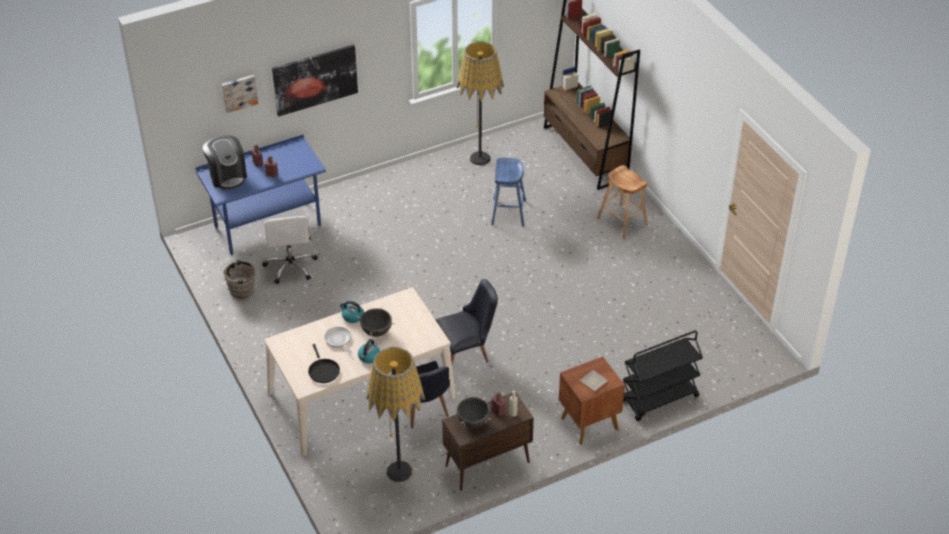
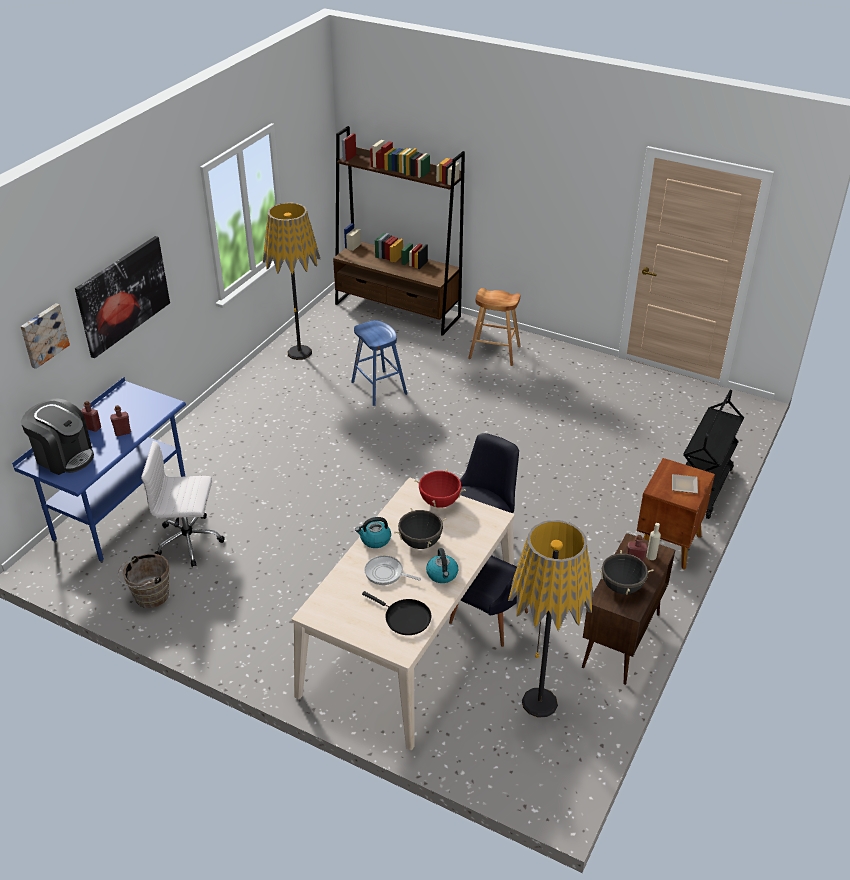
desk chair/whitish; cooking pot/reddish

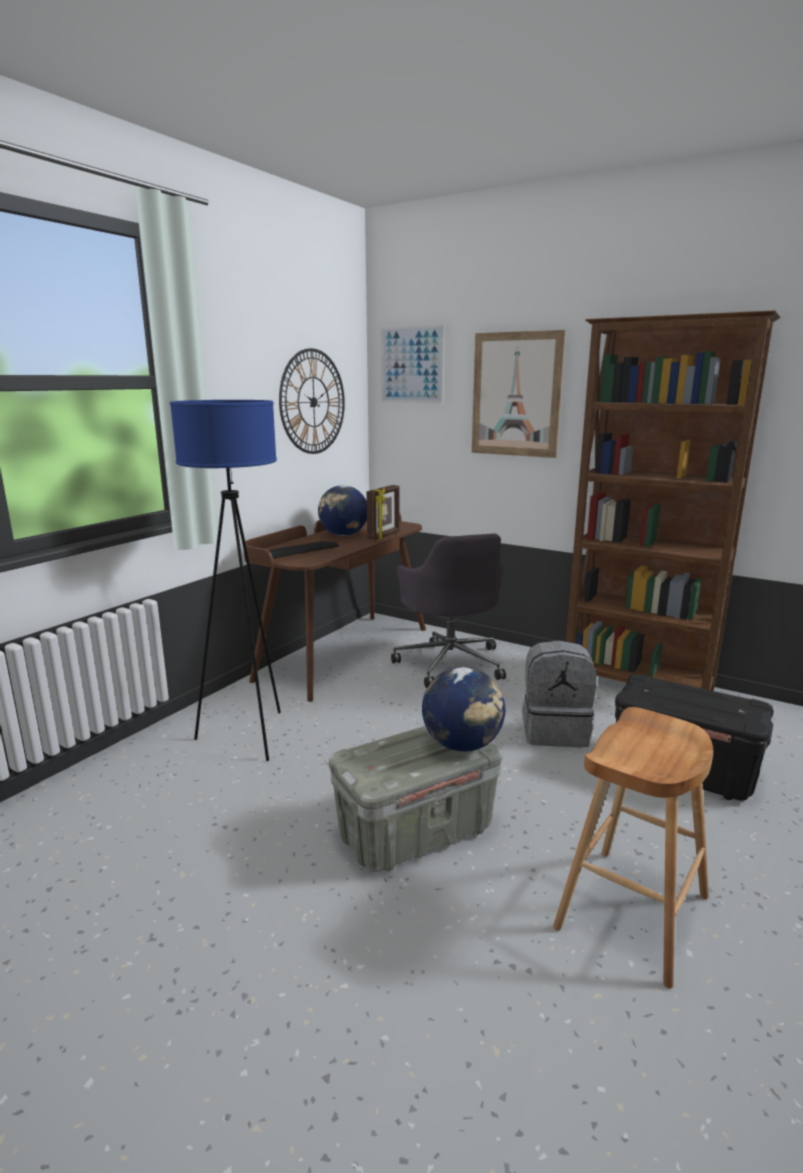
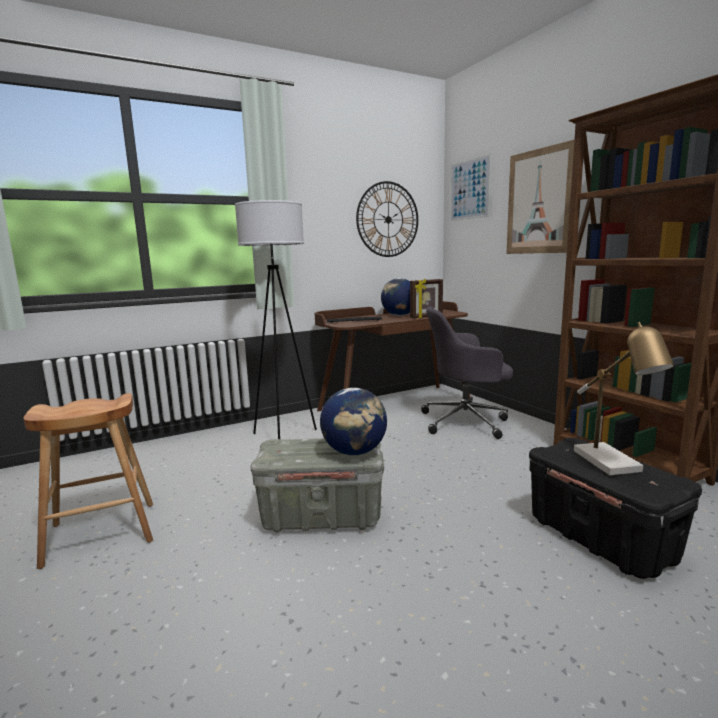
stool seat/brown-coloured; standing lamp/whitish; desk chair/greyish; tabletop lamp; rucksack/greyish

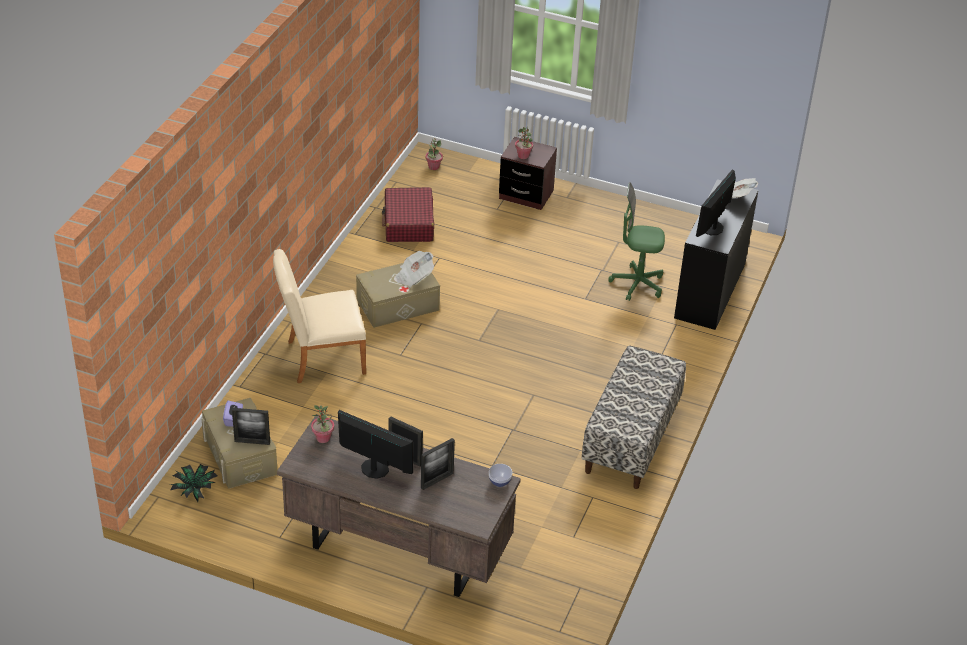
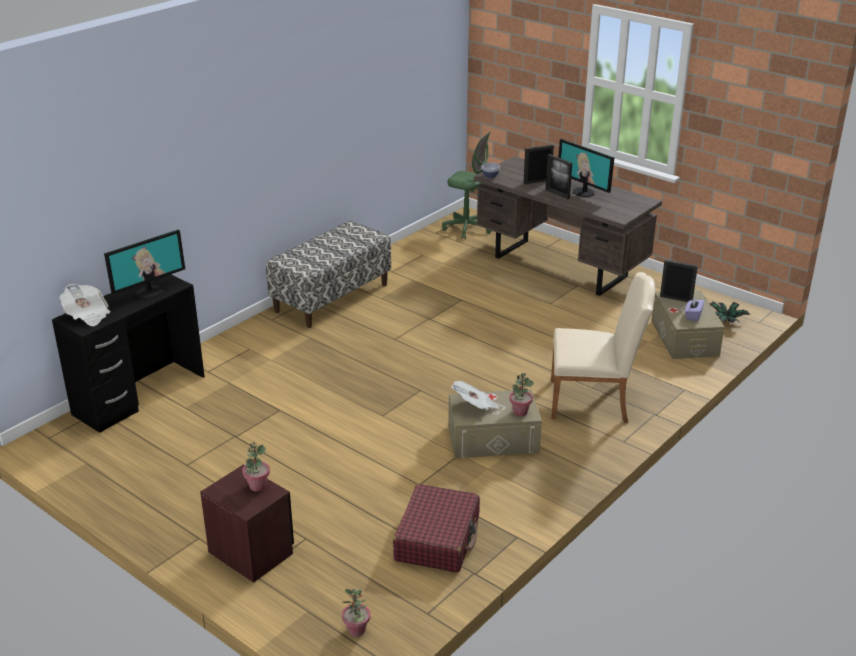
desk chair/green; potted plant (no. 3 from left)

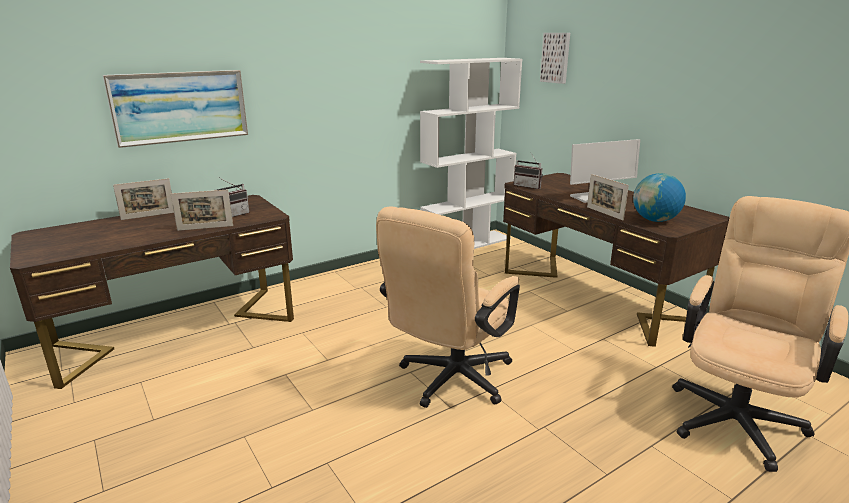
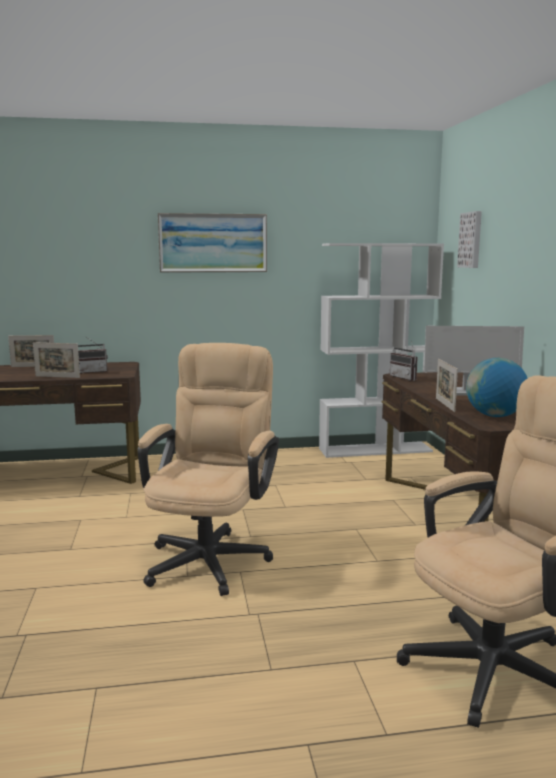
desk chair/beige (no. 1 from left); picture (no. 1 from left)

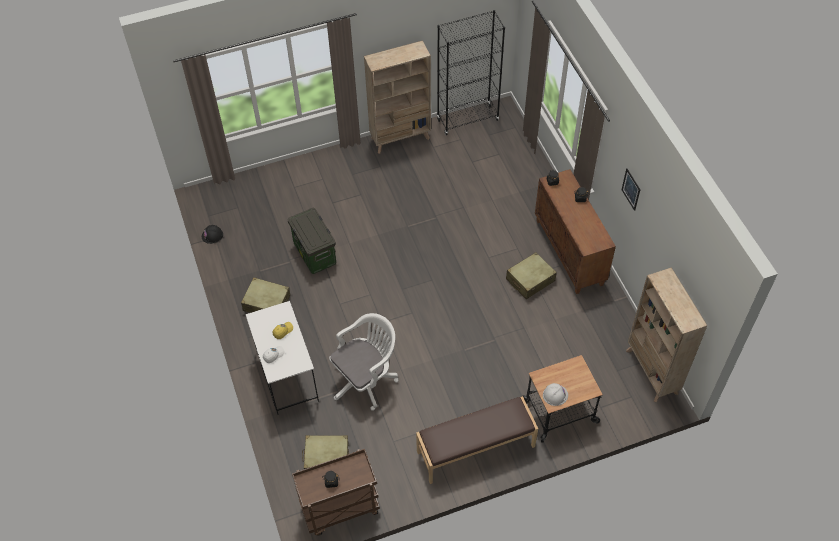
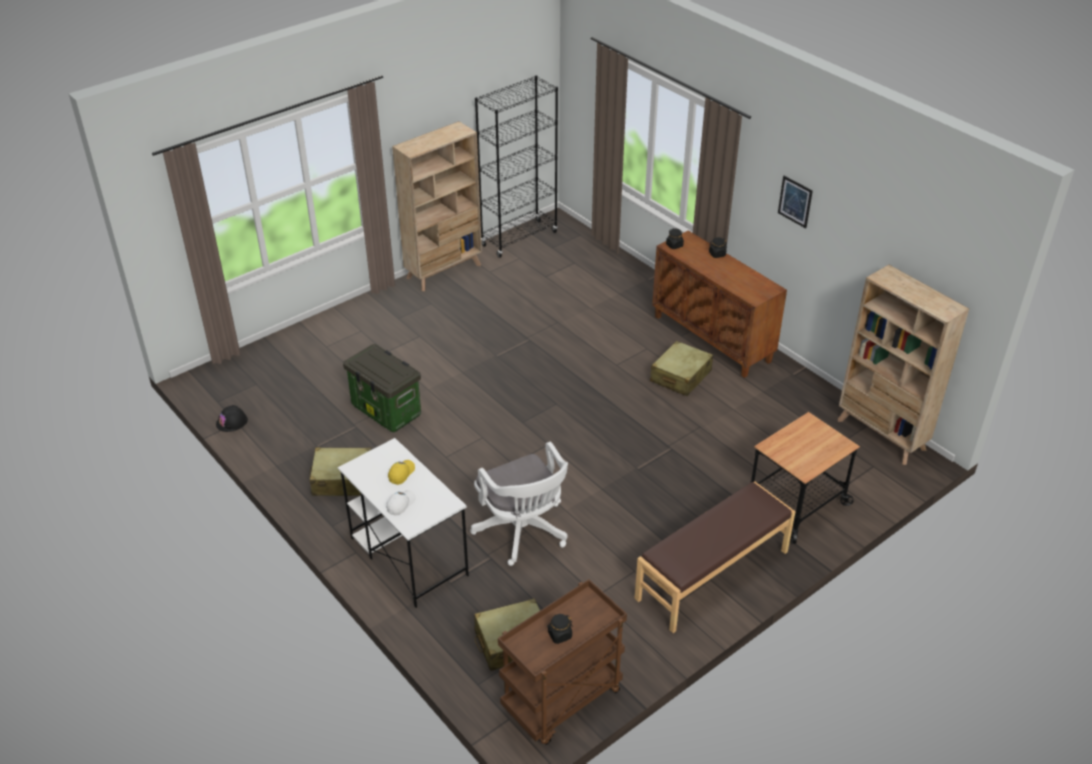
desk chair/whitish; work helmet/whitish

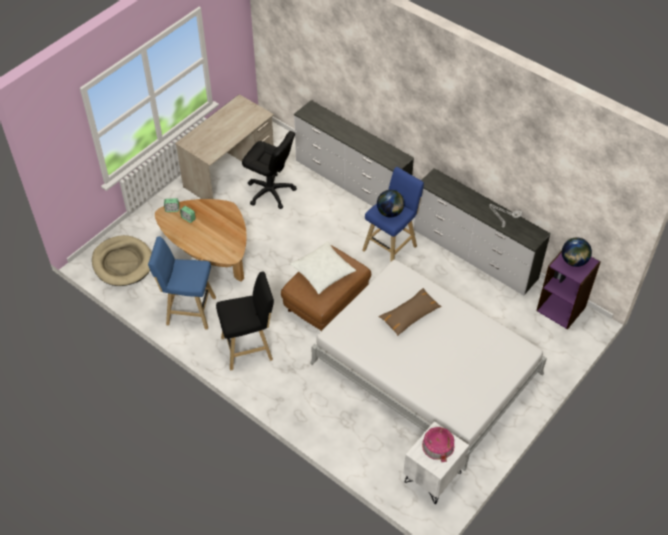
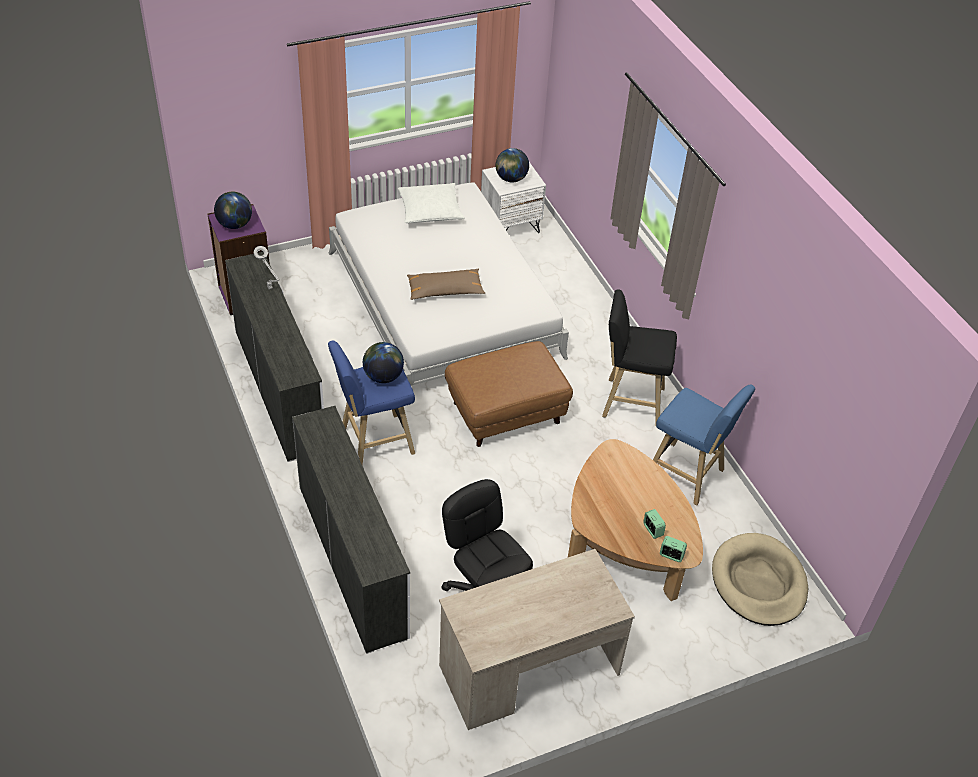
cushion/whitish; globe (no. 3 from left)

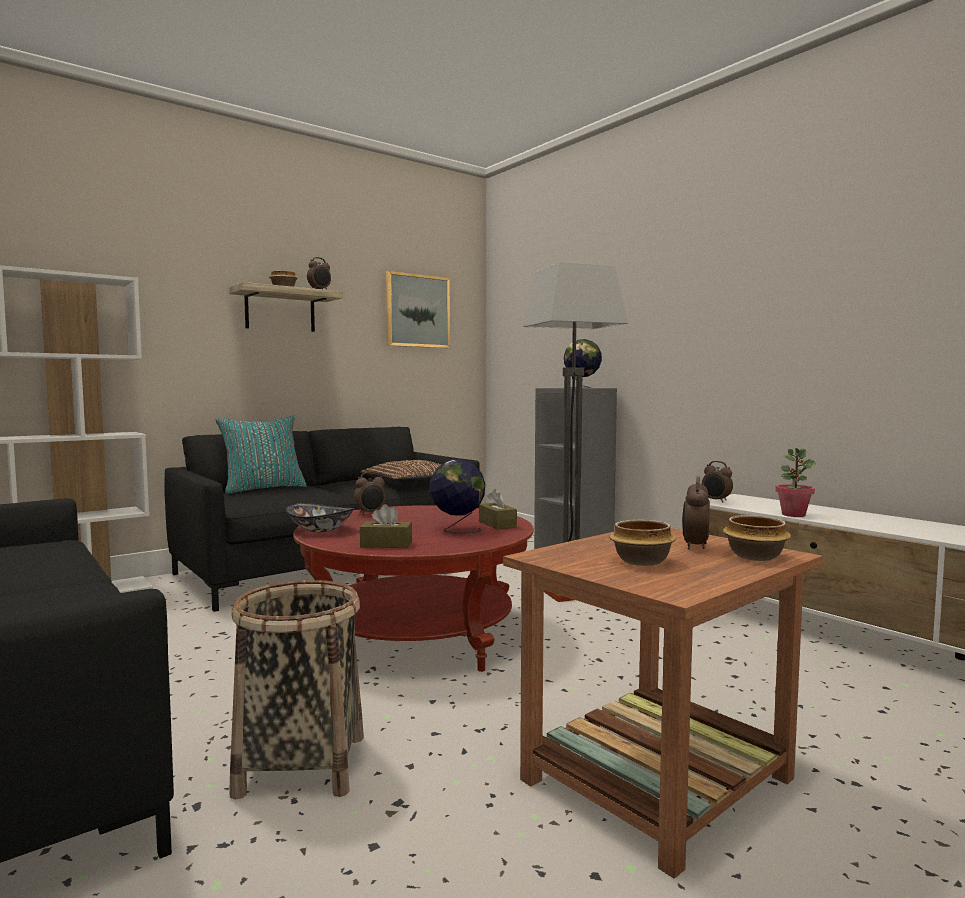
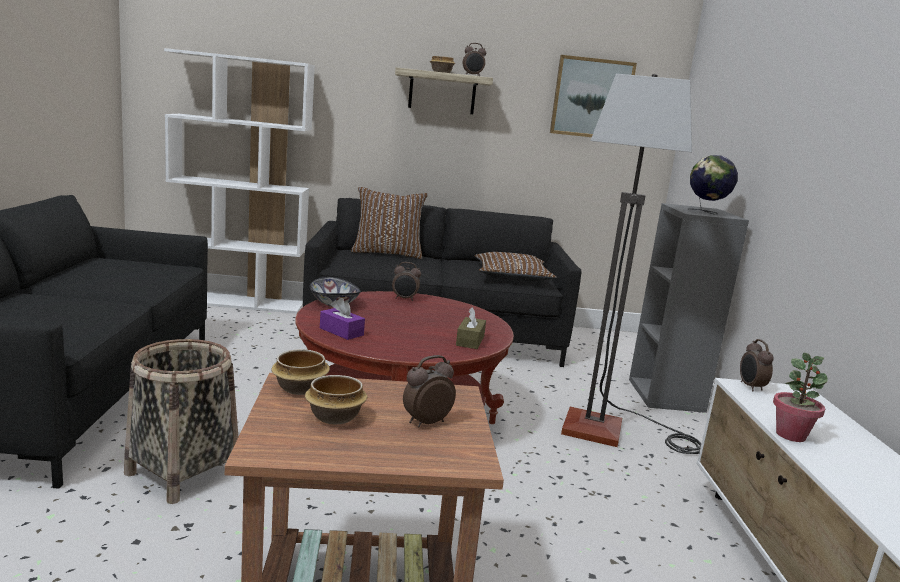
serving bowl (no. 1 from left); box of tissues/purplish; cushion/brown-coloured (no. 1 from left); globe (no. 1 from left in the first image)

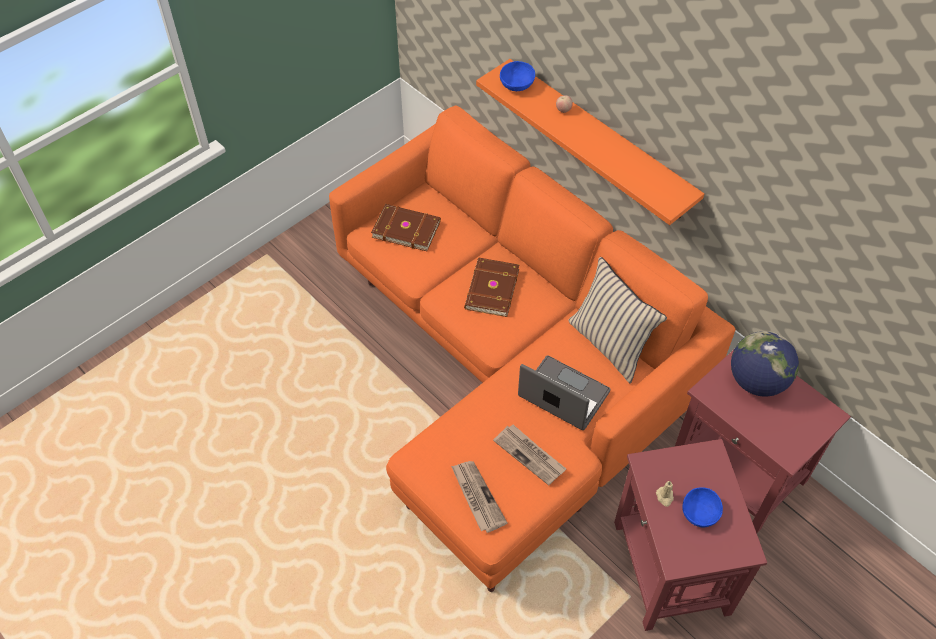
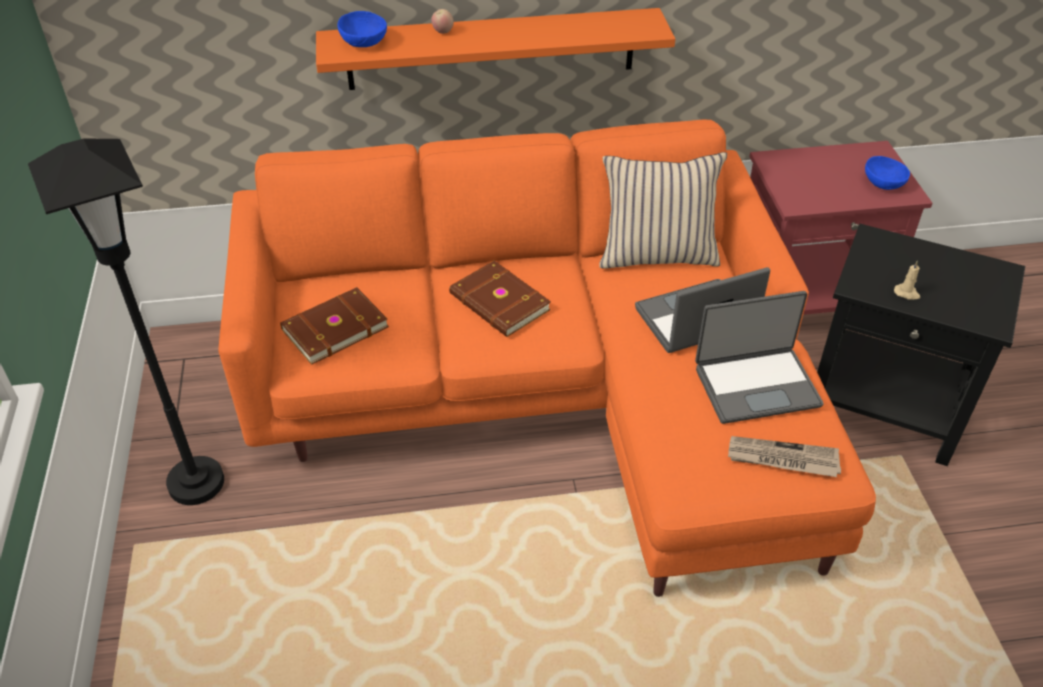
standing lamp/blackish; notebook computer (no. 2 from left); accent table/blackish; serving bowl/bluish (no. 2 from left); globe

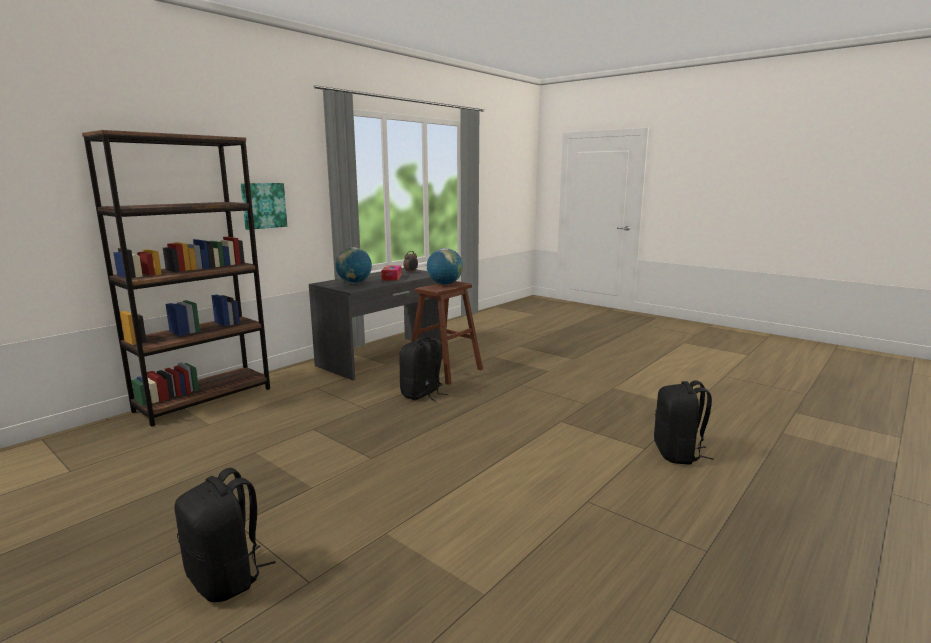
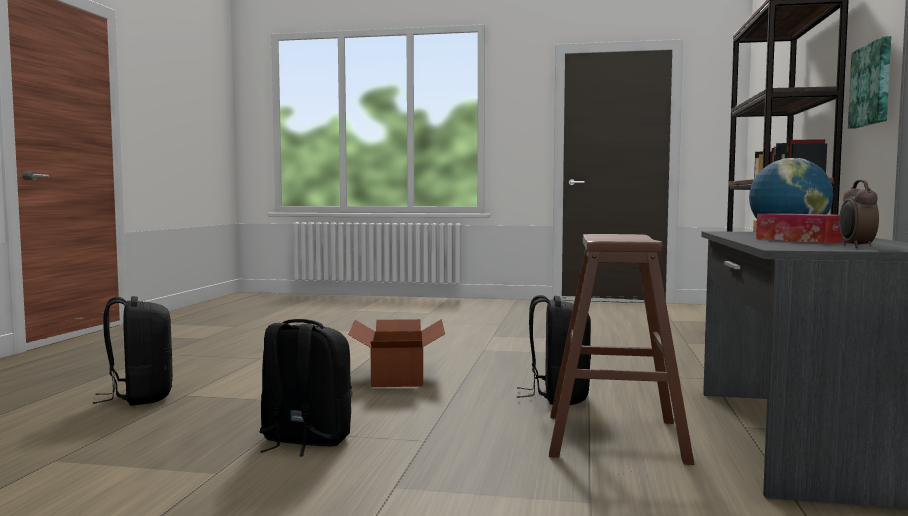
rucksack/blackish (no. 2 from left); carton; globe (no. 2 from left in the first image)

